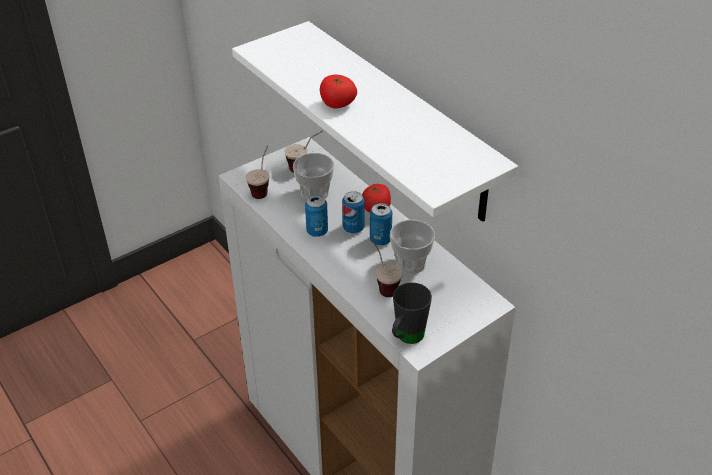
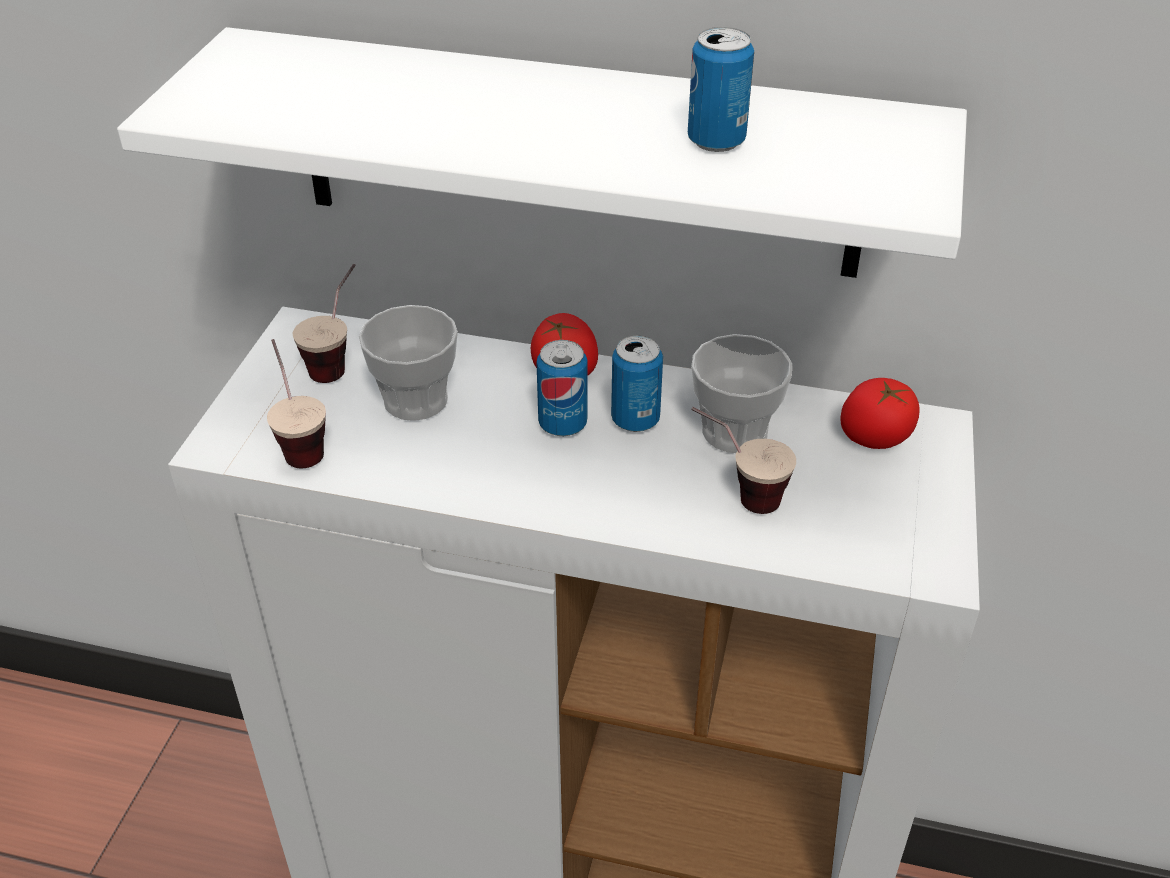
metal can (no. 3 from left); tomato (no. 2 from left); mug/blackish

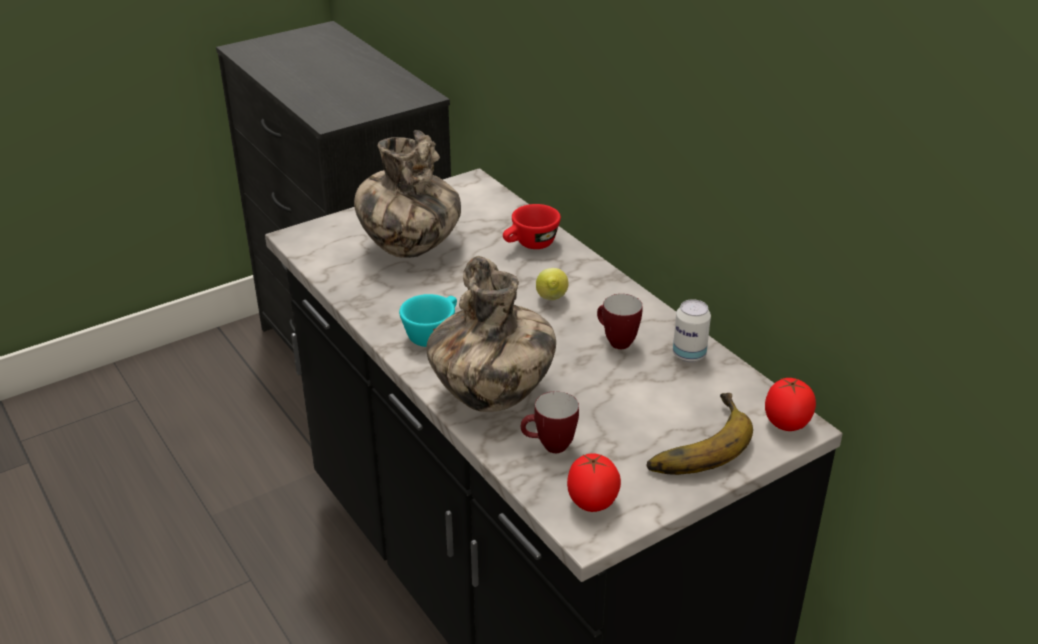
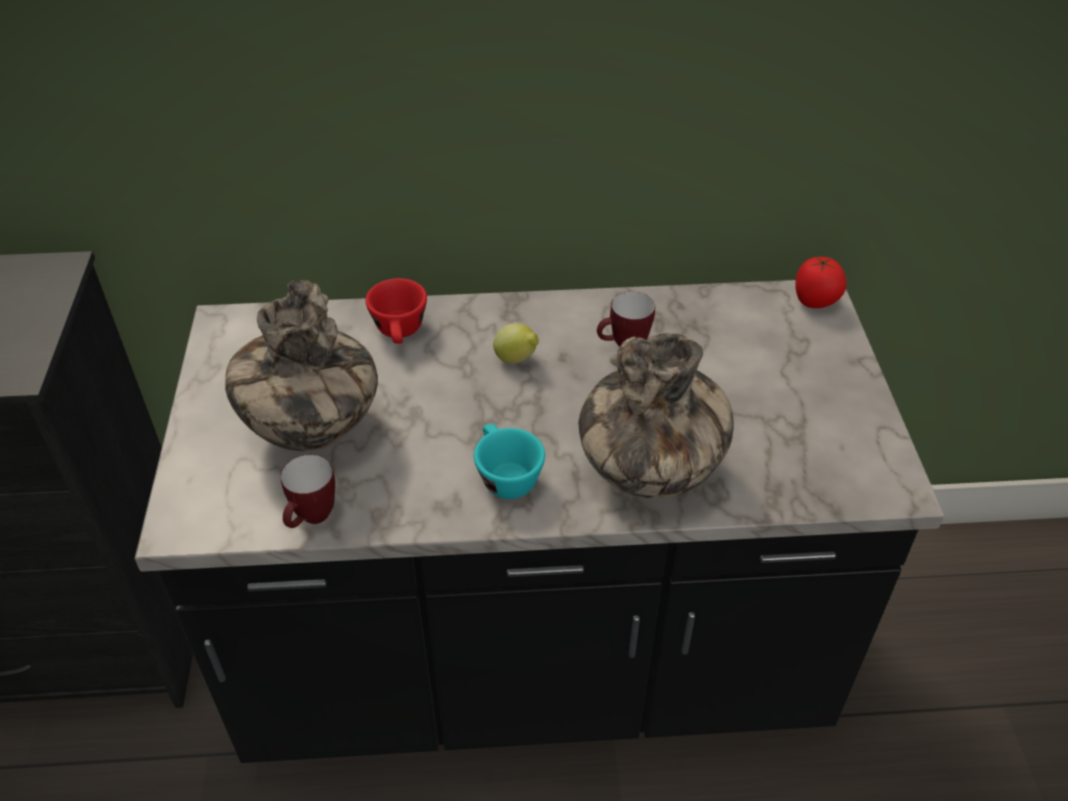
mug (no. 1 from left); tomato (no. 1 from left in the first image); banana fruit; metal can

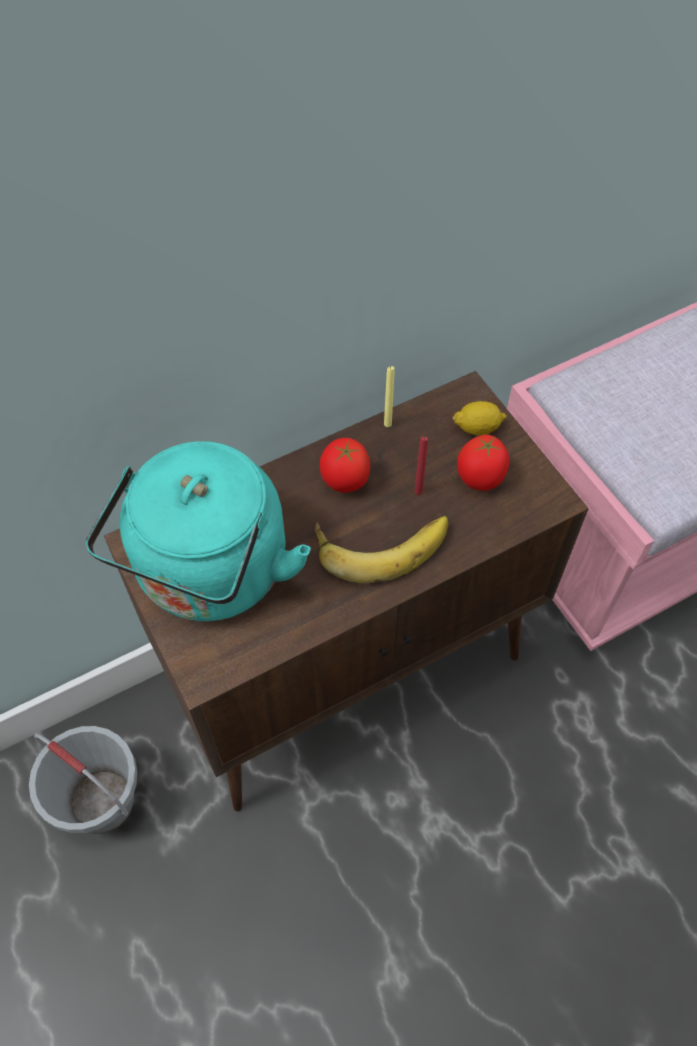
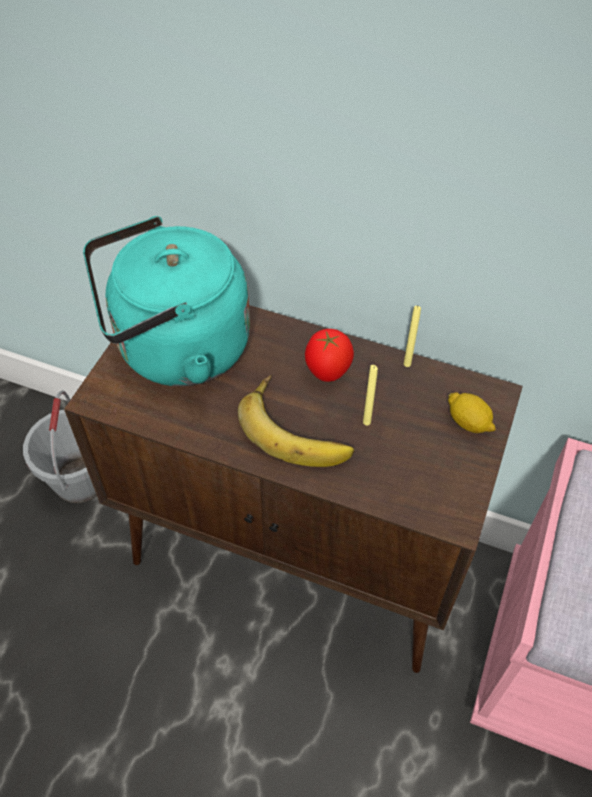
wax light/yellowish (no. 1 from left); tomato (no. 2 from left in the first image)

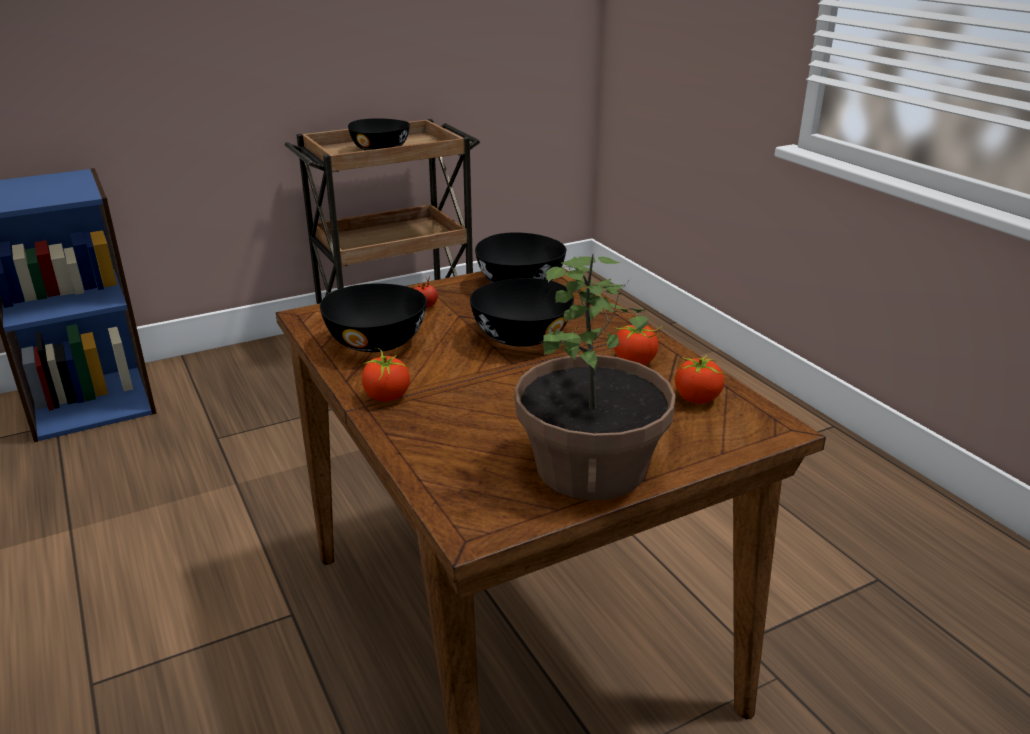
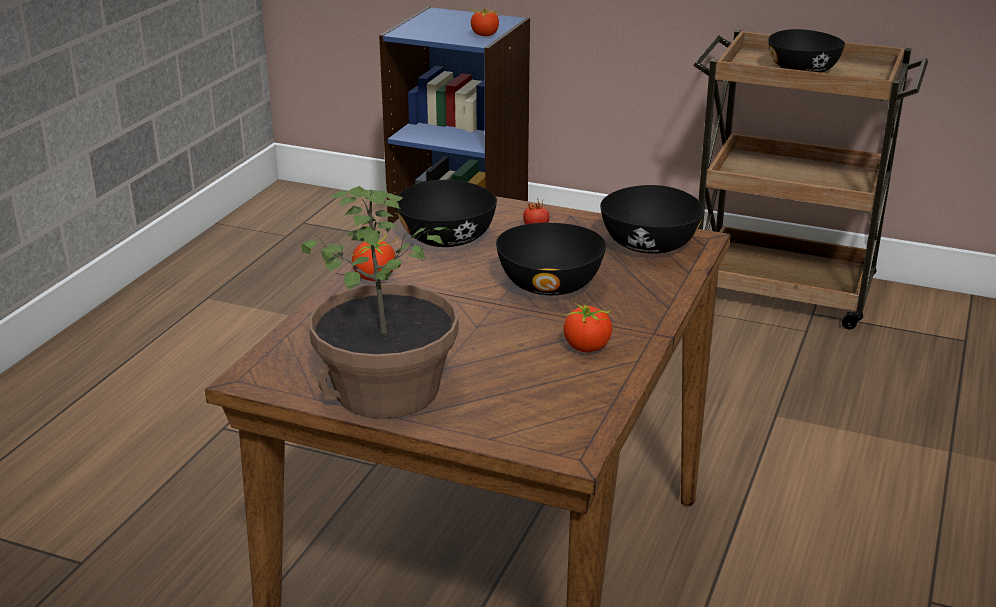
tomato (no. 2 from left)

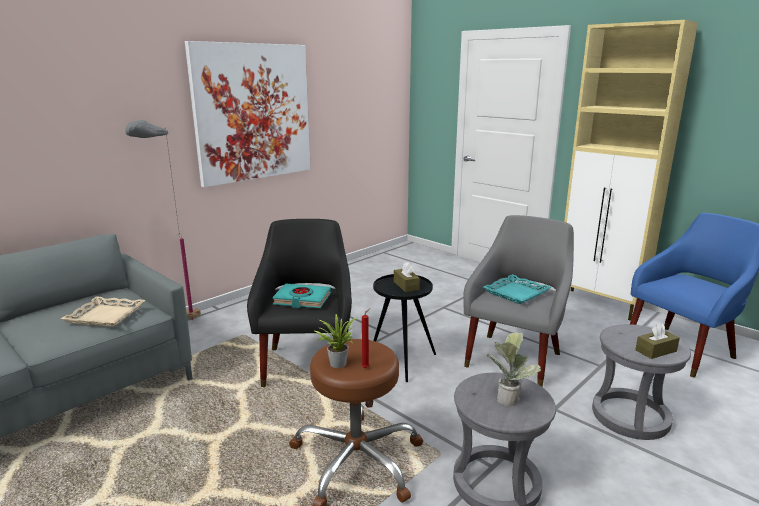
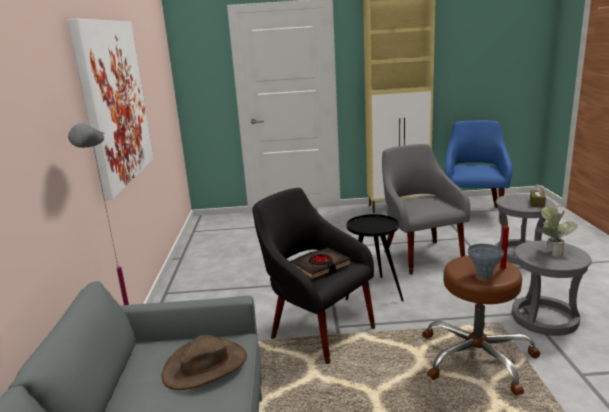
clothing hat/brown-coloured; bound book/blackish; flower vase/greyish; box of tissues/brown-coloured (no. 1 from left in the first image); serving tray/turquoise-coloured

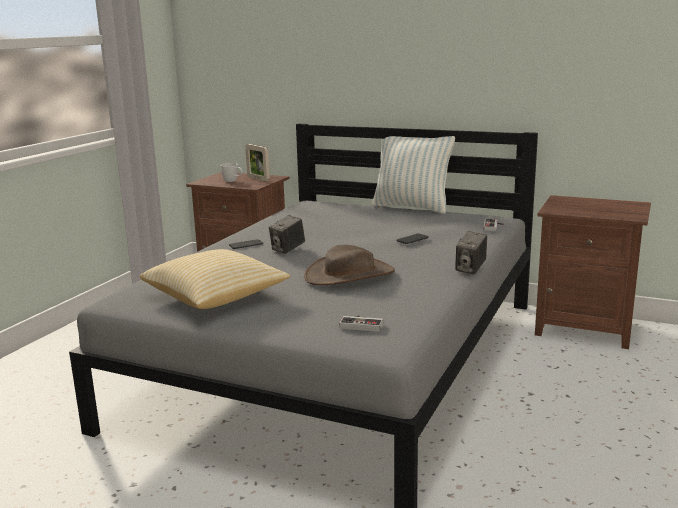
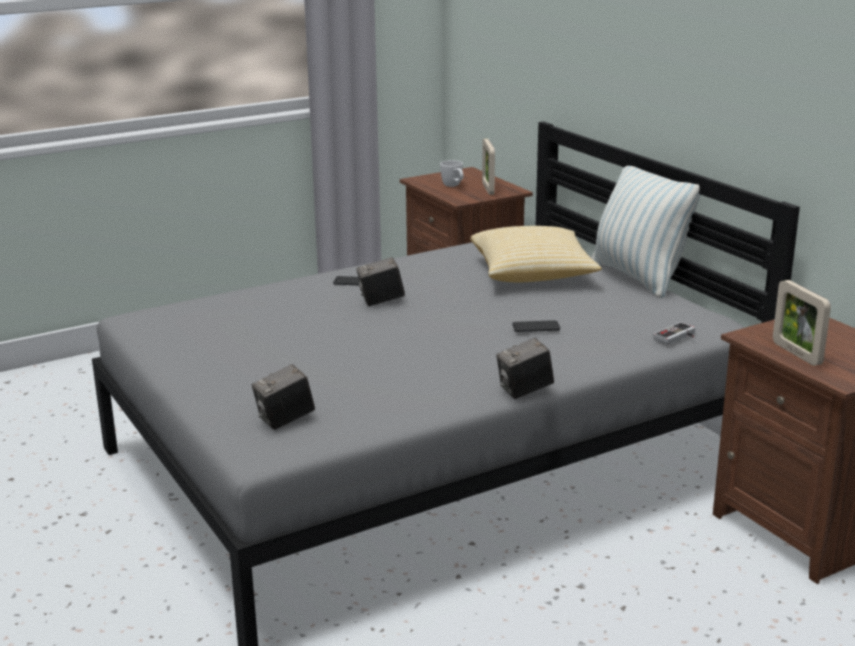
still camera (no. 1 from left); cushion (no. 1 from left); standing frame (no. 2 from left); clothing hat/brown-coloured

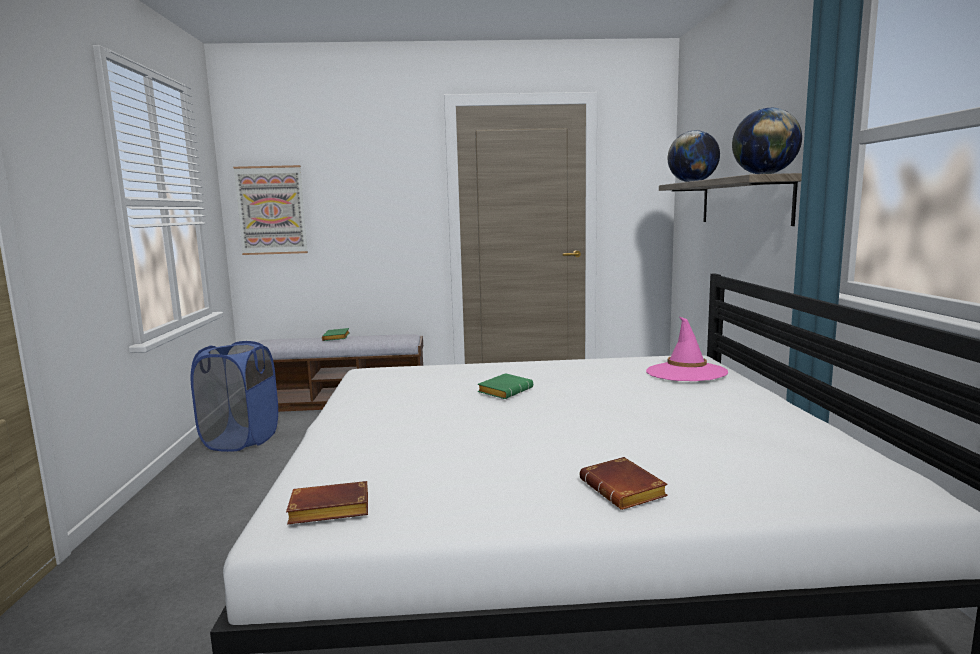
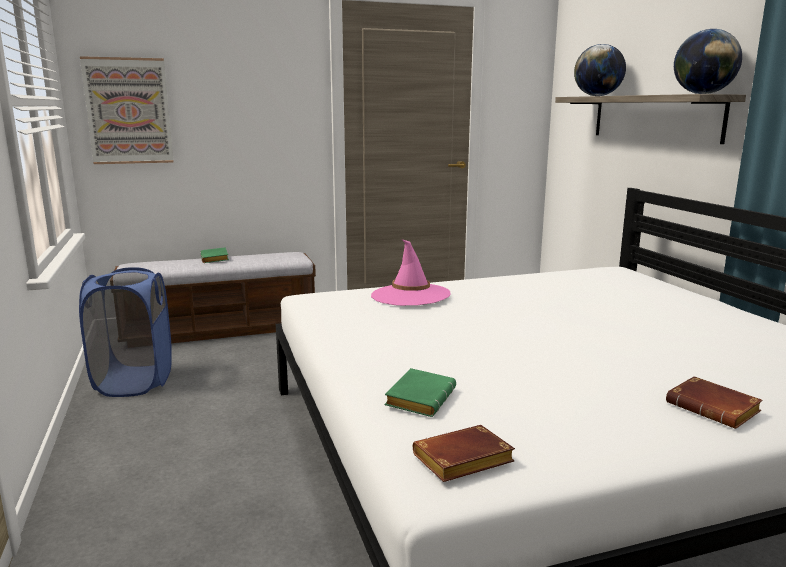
clothing hat/pinkish; bound book/green (no. 2 from left)

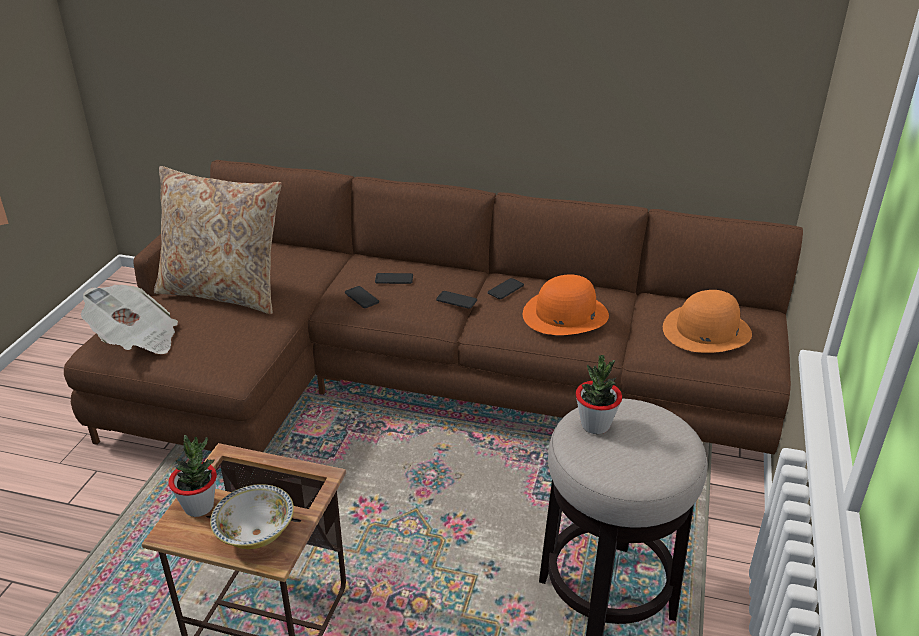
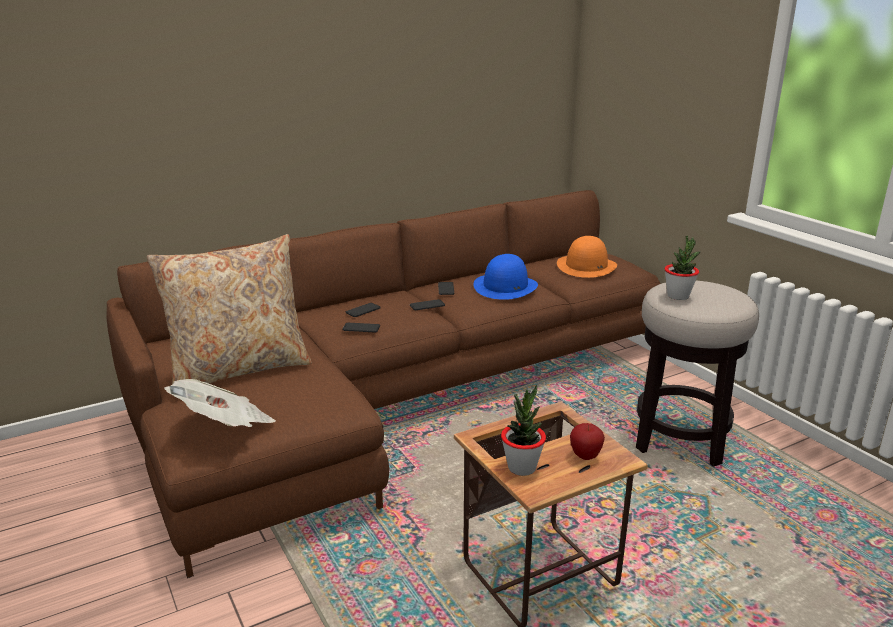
clothing hat/bluish; apple

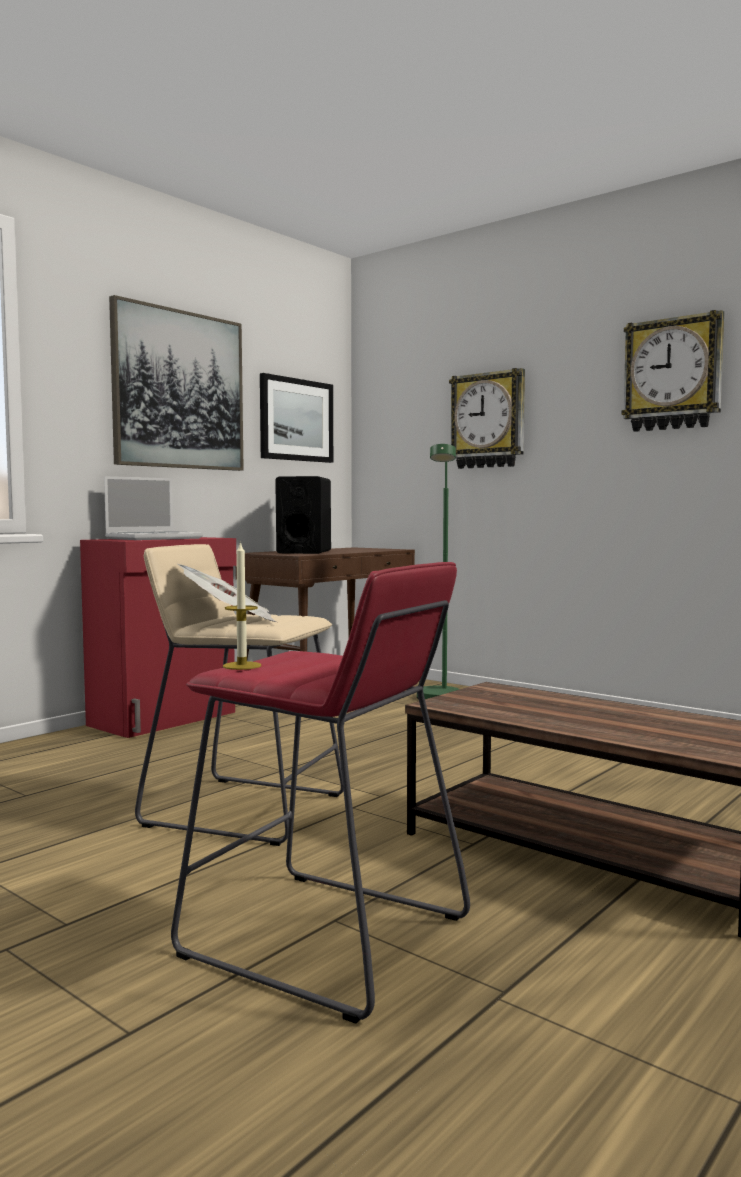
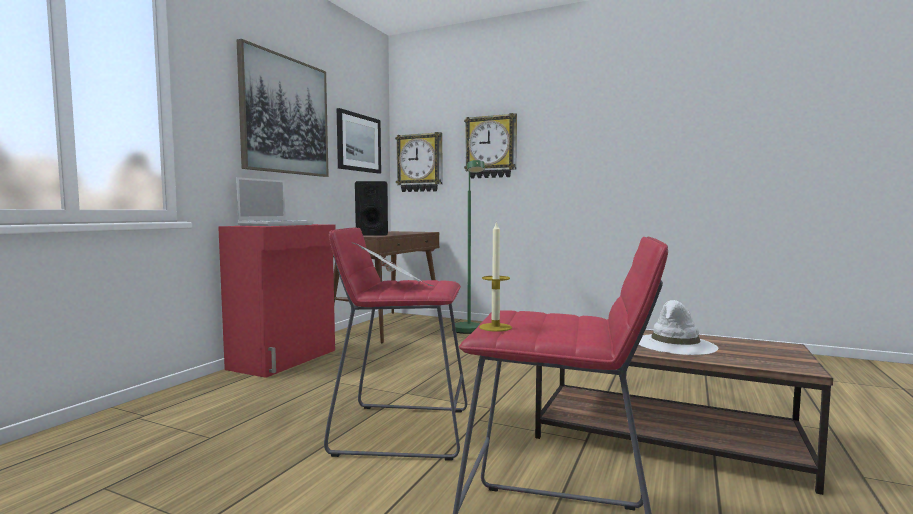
stool seat/reddish (no. 1 from left); clock on the wall (no. 1 from left); clothing hat/whitish

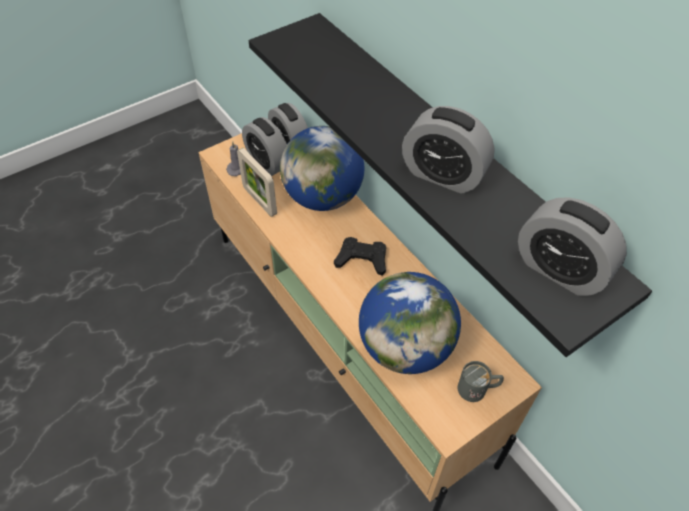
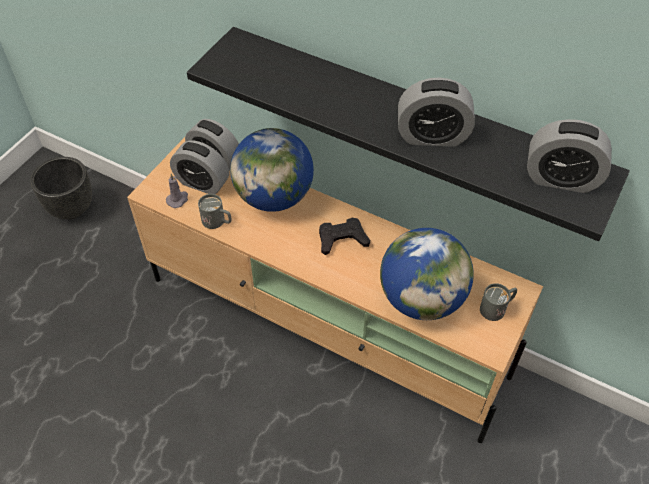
planter/blackish; mug/greyish (no. 1 from left)

